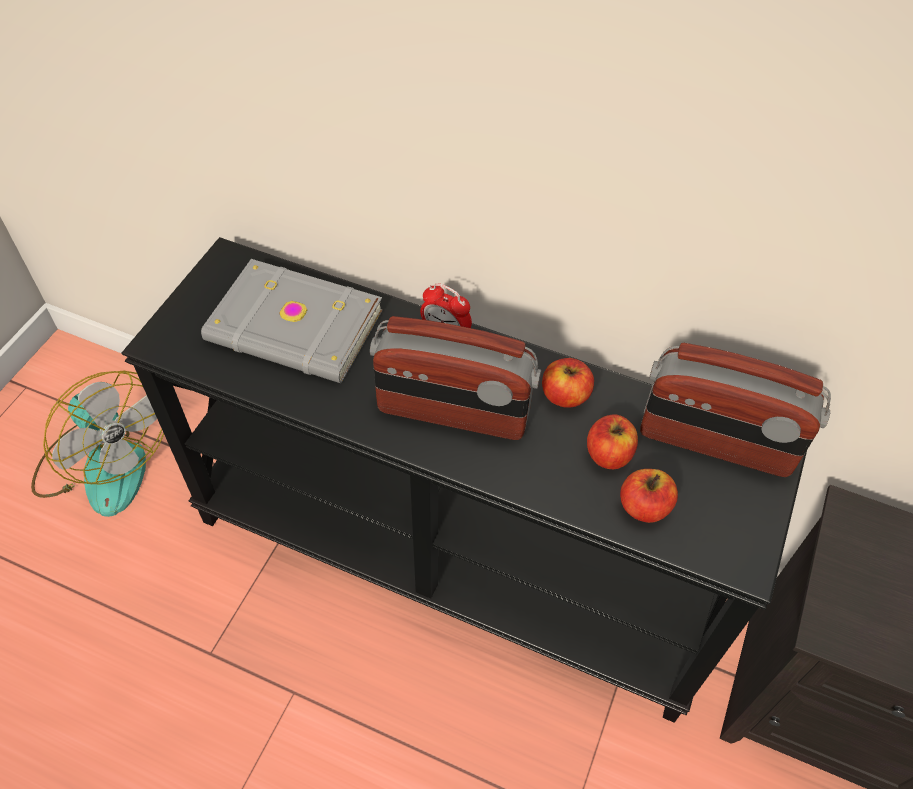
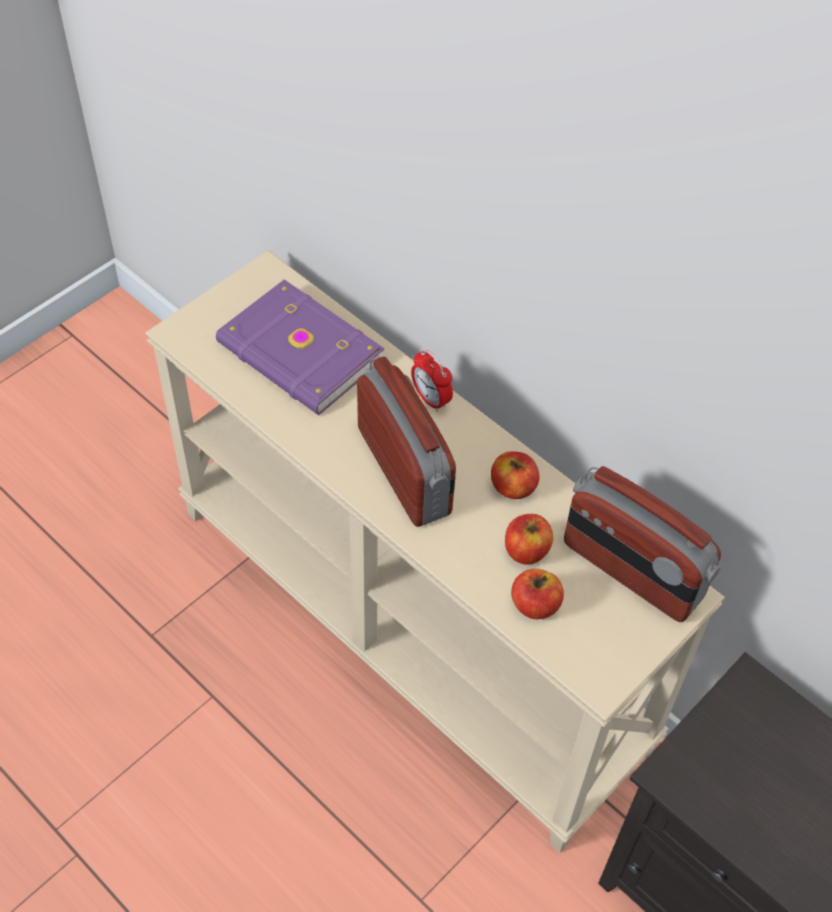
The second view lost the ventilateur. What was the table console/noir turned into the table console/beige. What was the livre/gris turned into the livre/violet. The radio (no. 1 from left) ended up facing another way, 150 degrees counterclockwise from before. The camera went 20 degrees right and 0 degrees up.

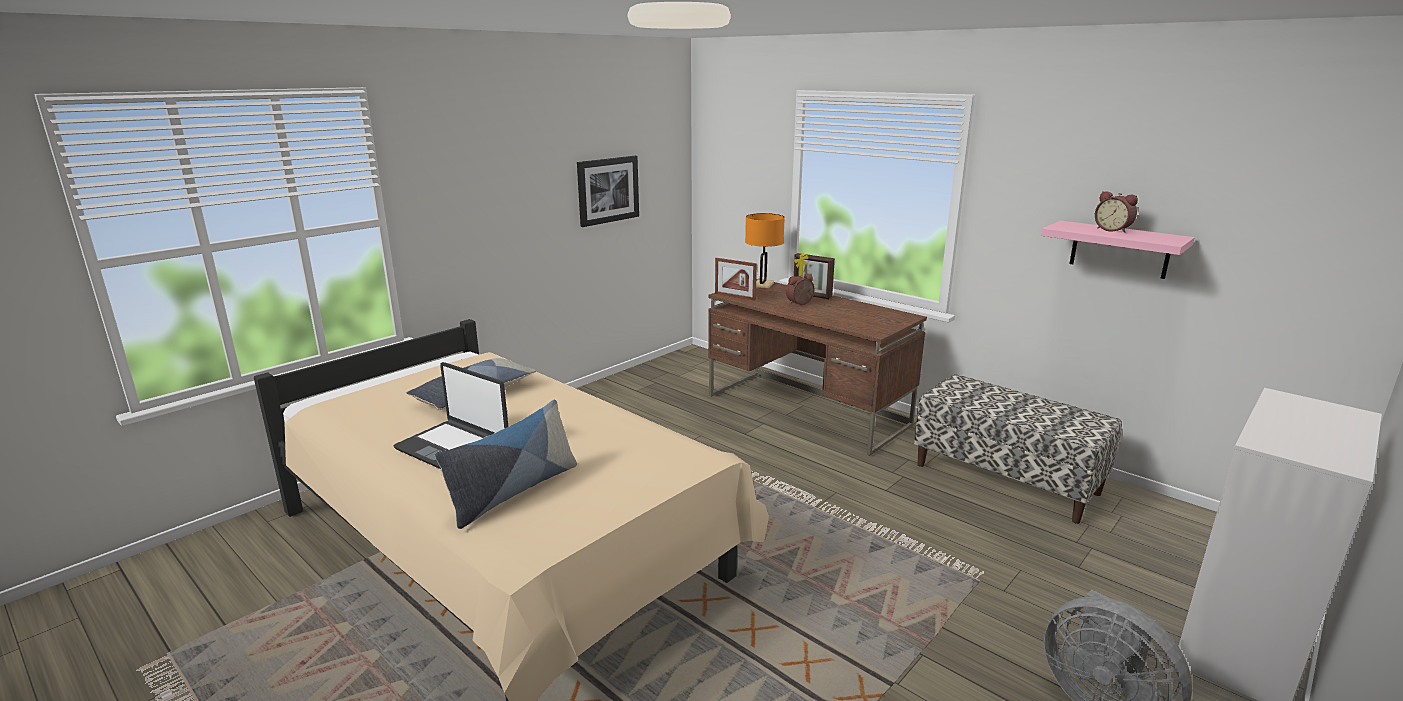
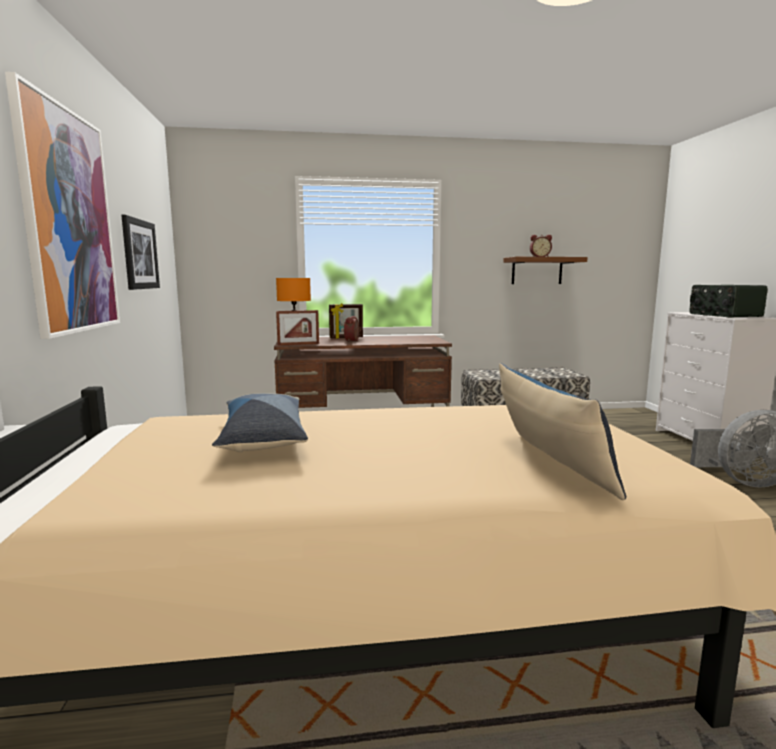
The second view lost the ordinateur portable. What was the étagère/rose turned into the étagère/marron. The second view gained the tableau (no. 1 from left). The second view gained the radio. The camera went 50 degrees left and 10 degrees down.

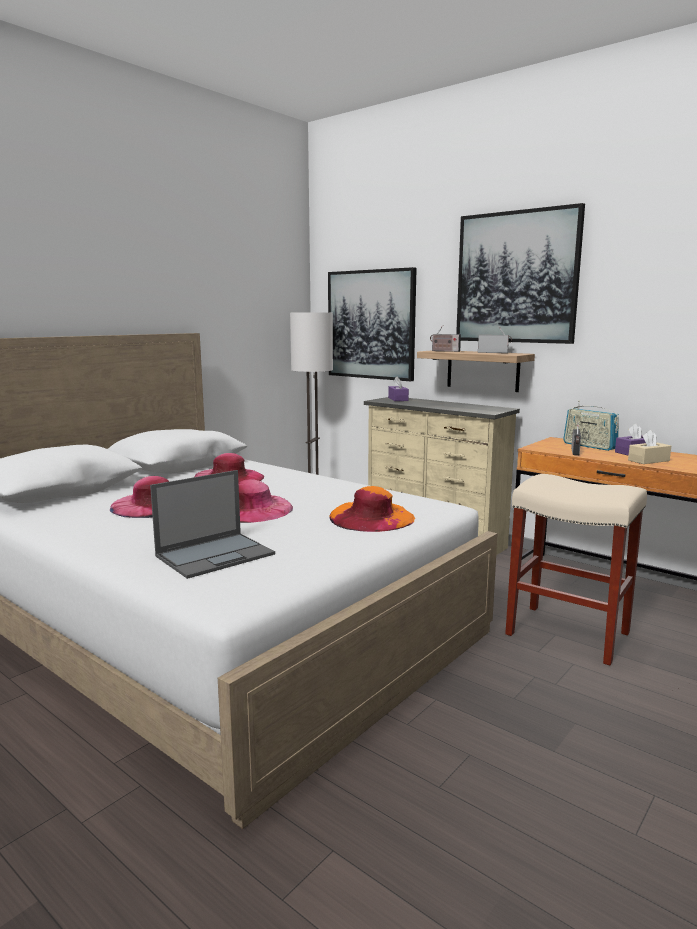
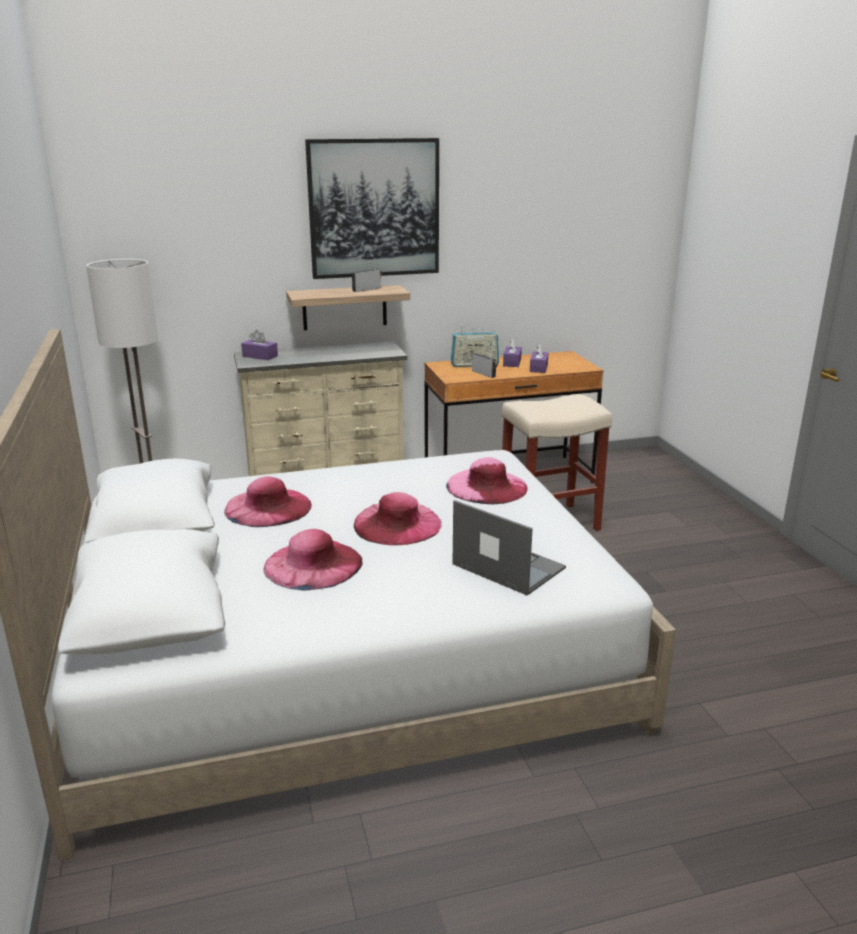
The ordinateur portable ended up facing another way, 45 degrees counterclockwise from before. The second view lost the tableau (no. 1 from left). What was the chapeau/orange turned into the chapeau/rose (no. 4 from left). The second view lost the radio (no. 1 from left). What was the boîte à mouchoirs/beige turned into the boîte à mouchoirs/violet (no. 3 from left). The camera went 55 degrees left and 10 degrees up.

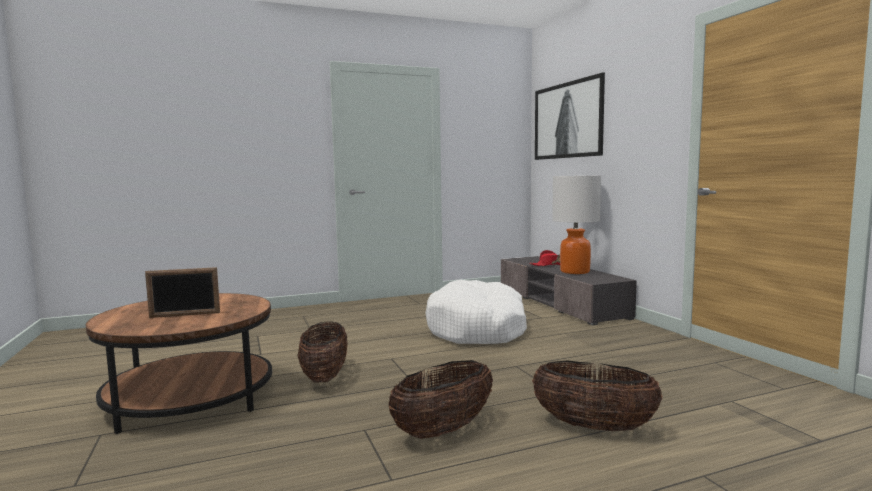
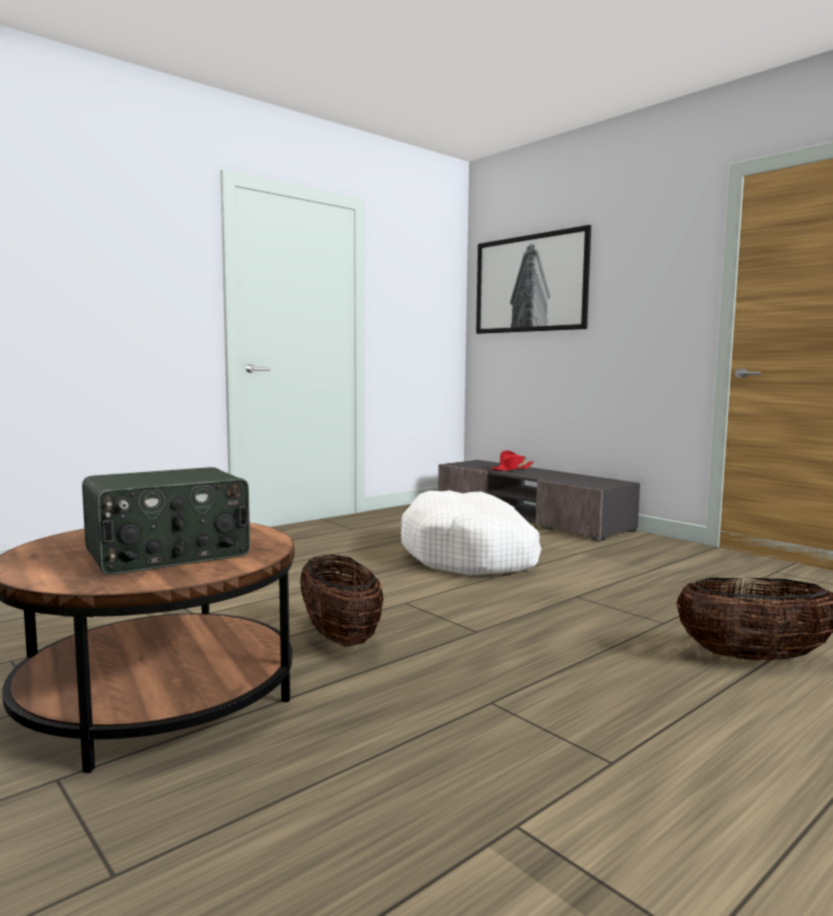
Where the cadre photo stood, the radio came to stand. The second view lost the panier (no. 2 from left). The second view lost the lampe de table. The camera went 20 degrees left and 0 degrees up.

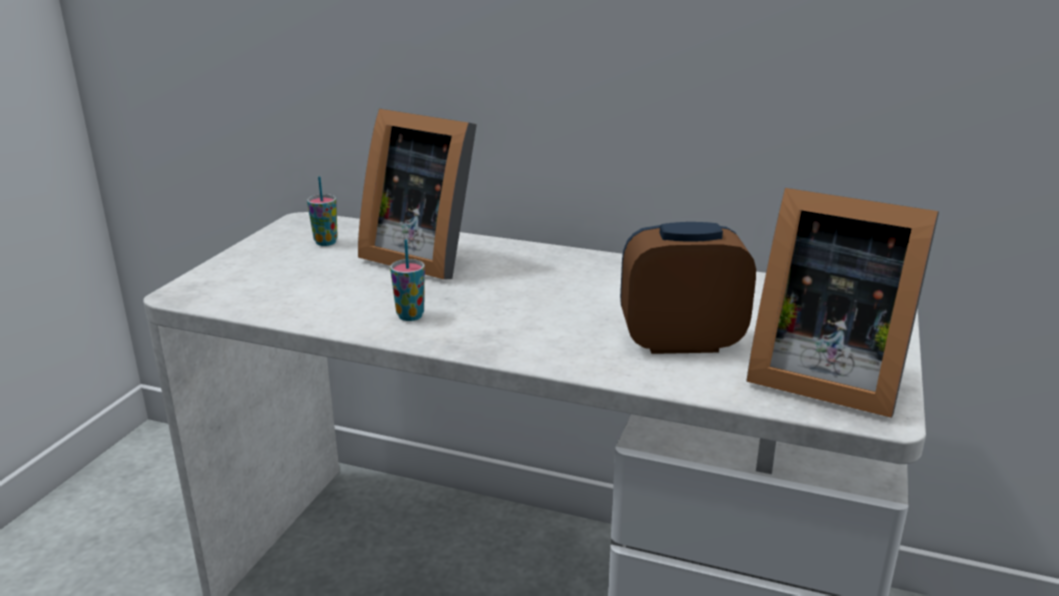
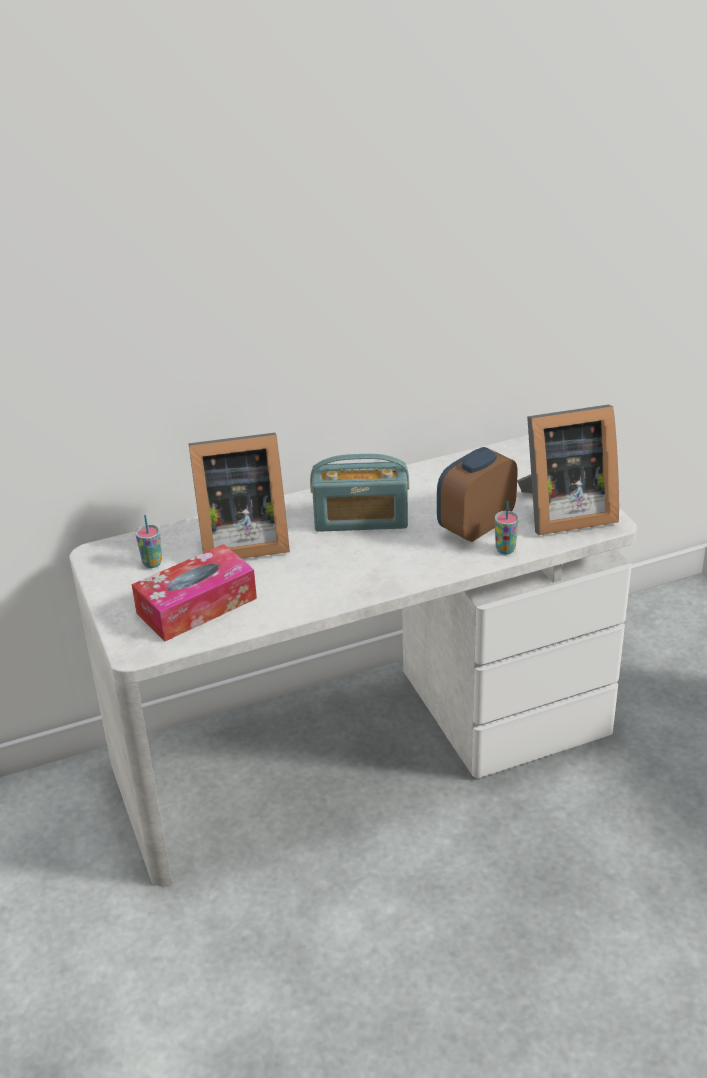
The tasse (no. 2 from left) ended up elsewhere. The second view gained the boîte à mouchoirs. The second view gained the radio. The camera went 40 degrees left and 10 degrees up.

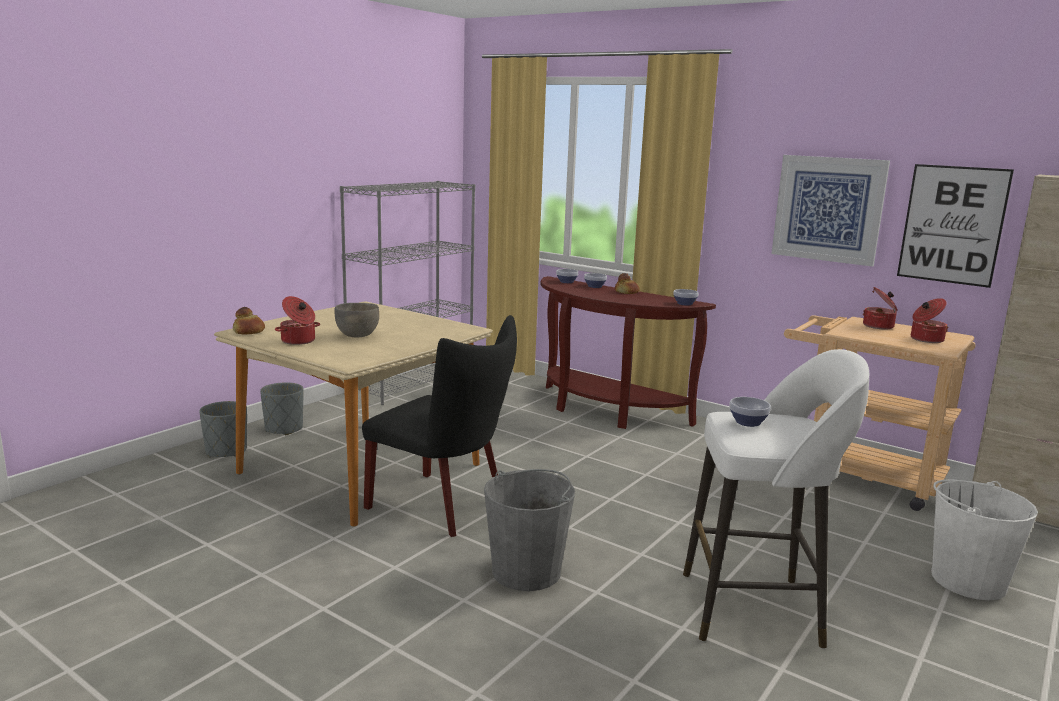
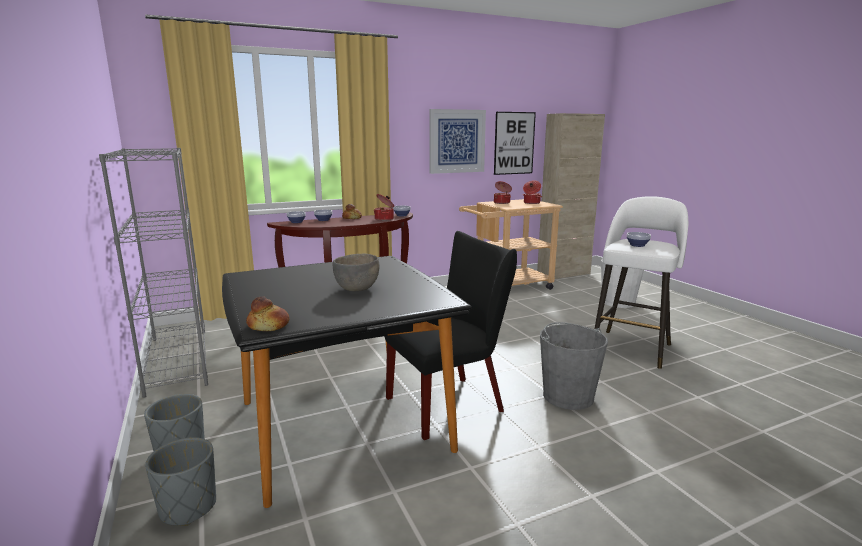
What was the table à manger/beige turned into the table à manger/noir. The marmite (no. 1 from left) ended up elsewhere. The camera went 60 degrees left and 0 degrees up.

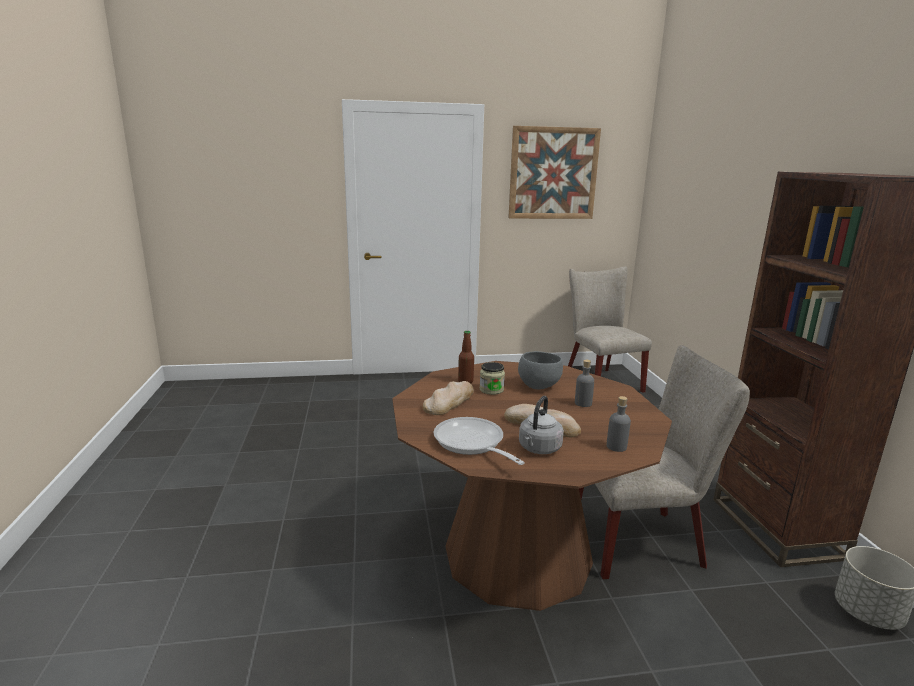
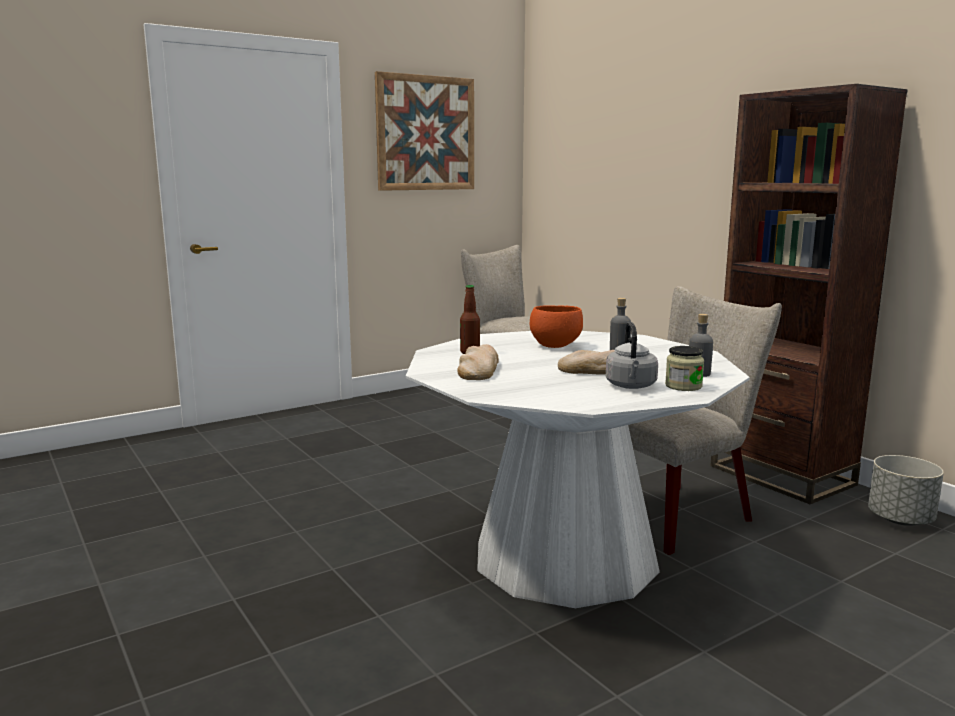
What was the table à manger/marron turned into the table à manger/blanc. The second view lost the poêle. The bocal ended up elsewhere. What was the bol/gris turned into the bol/orange. The camera went 25 degrees left and 5 degrees down.

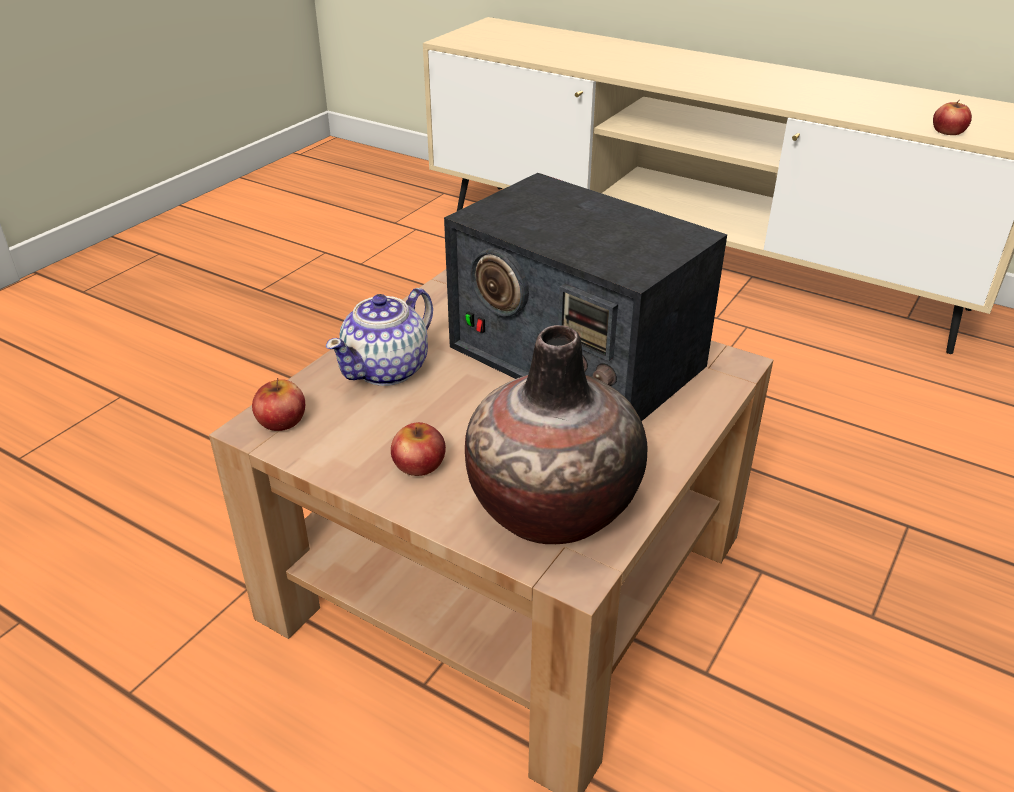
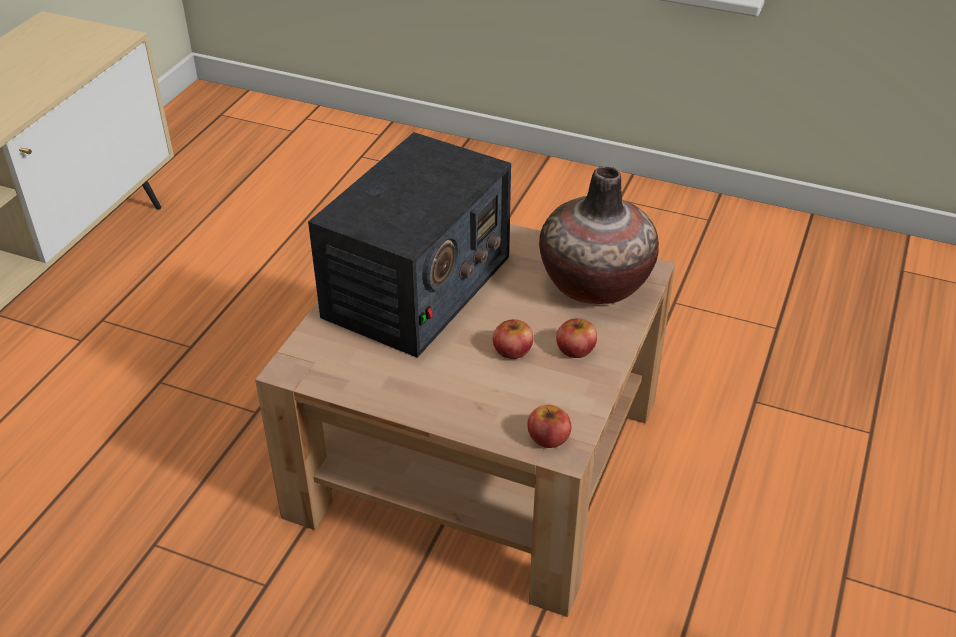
The second view lost the théière. The pomme (no. 3 from left in the first image) ended up elsewhere. The camera went 100 degrees left and 5 degrees up.

